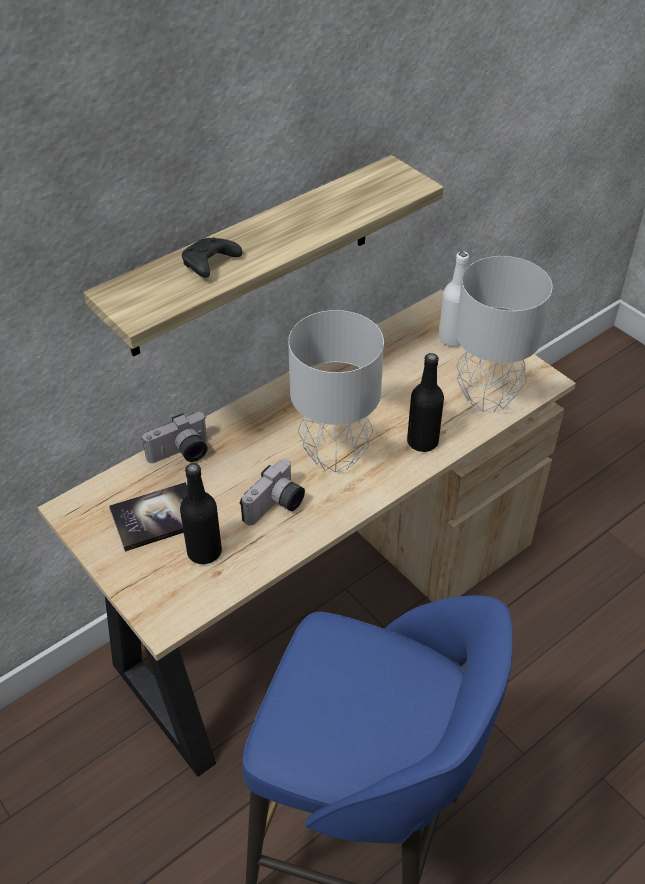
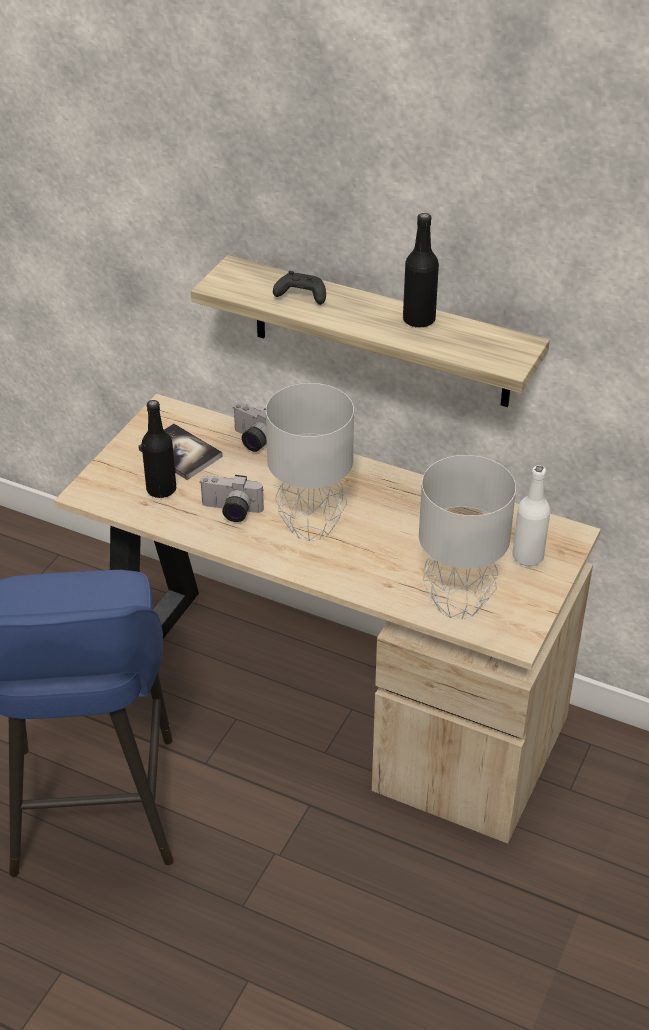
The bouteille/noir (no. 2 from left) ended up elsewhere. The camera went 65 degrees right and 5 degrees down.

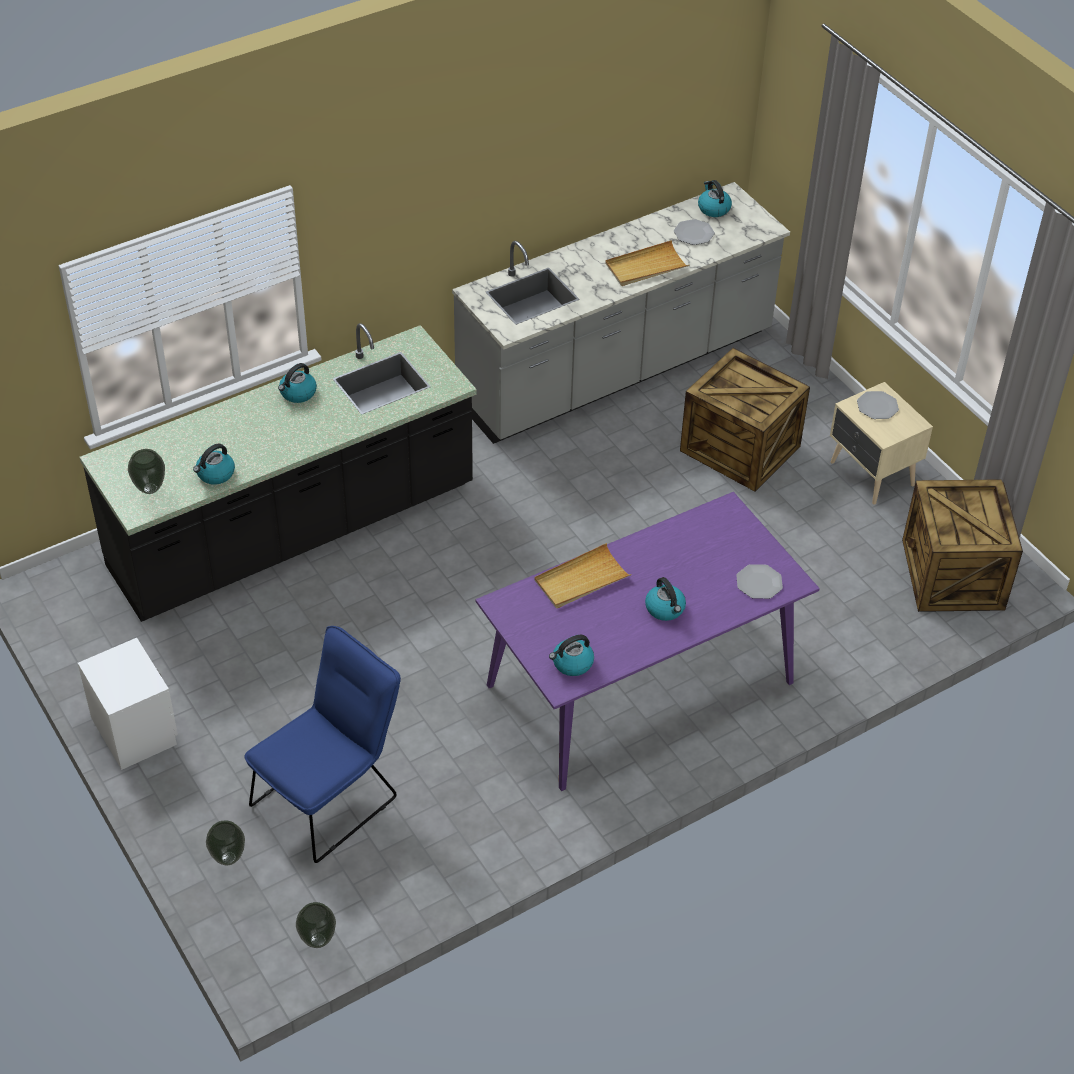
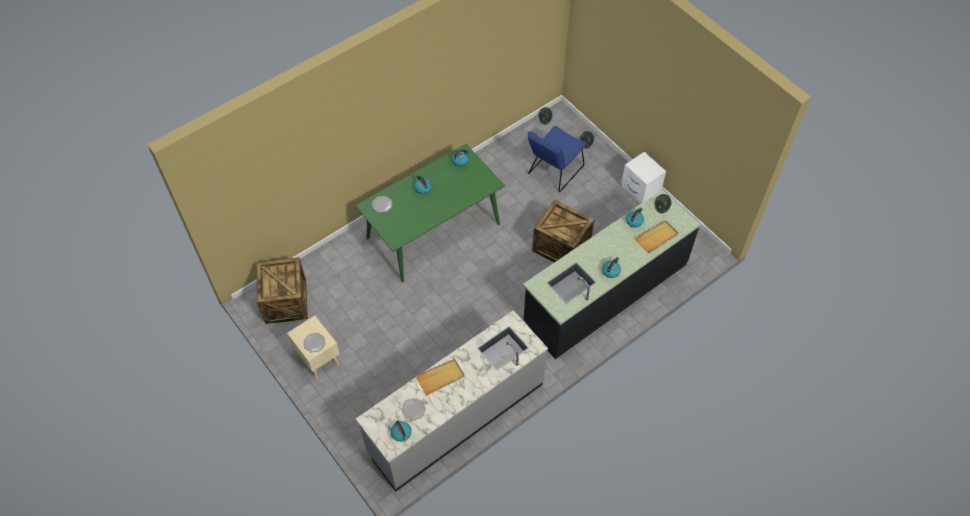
What was the table à manger/violet turned into the table à manger/vert. The plateau/beige (no. 1 from left in the first image) ended up elsewhere. The caisse (no. 1 from left in the first image) ended up elsewhere. The camera went 175 degrees right and 10 degrees up.

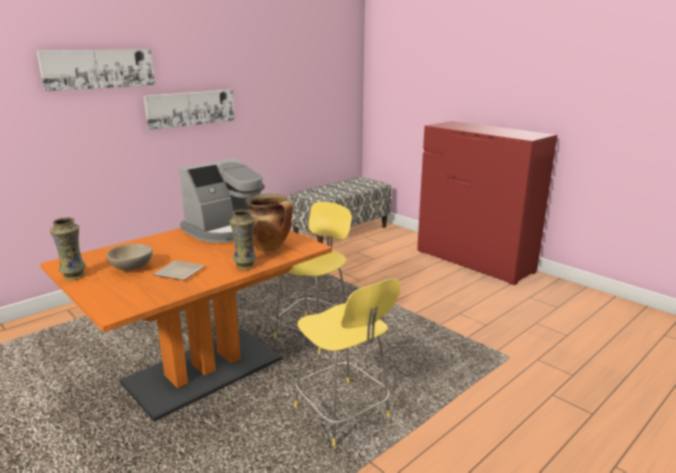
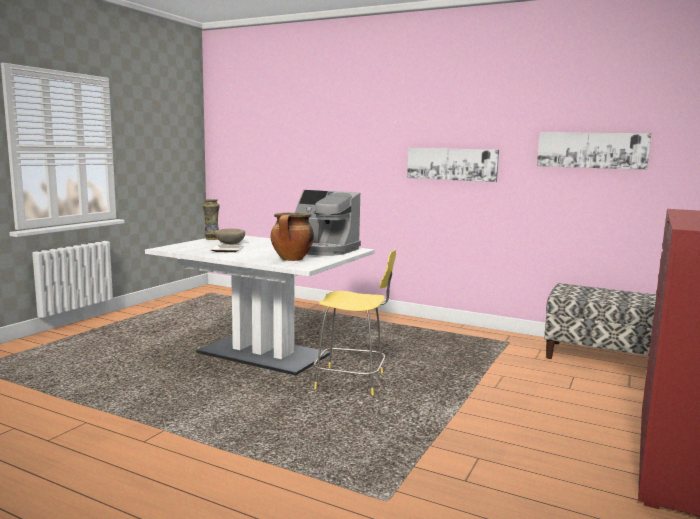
The tableau (no. 1 from left in the first image) ended up elsewhere. What was the table à manger/orange turned into the table à manger/blanc. The second view lost the vase (no. 2 from left). The second view lost the tabouret/jaune (no. 2 from left). The camera went 70 degrees right and 10 degrees down.

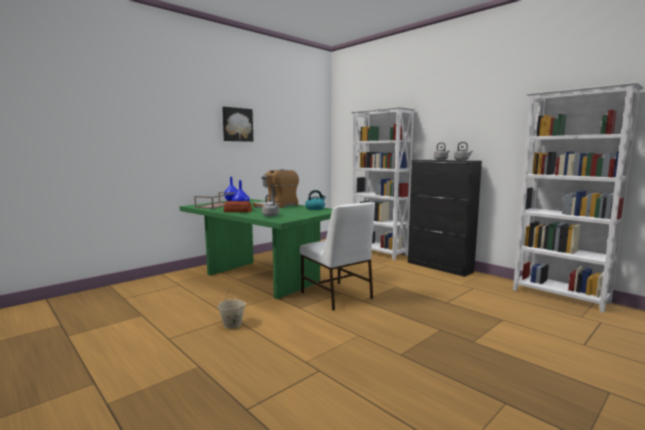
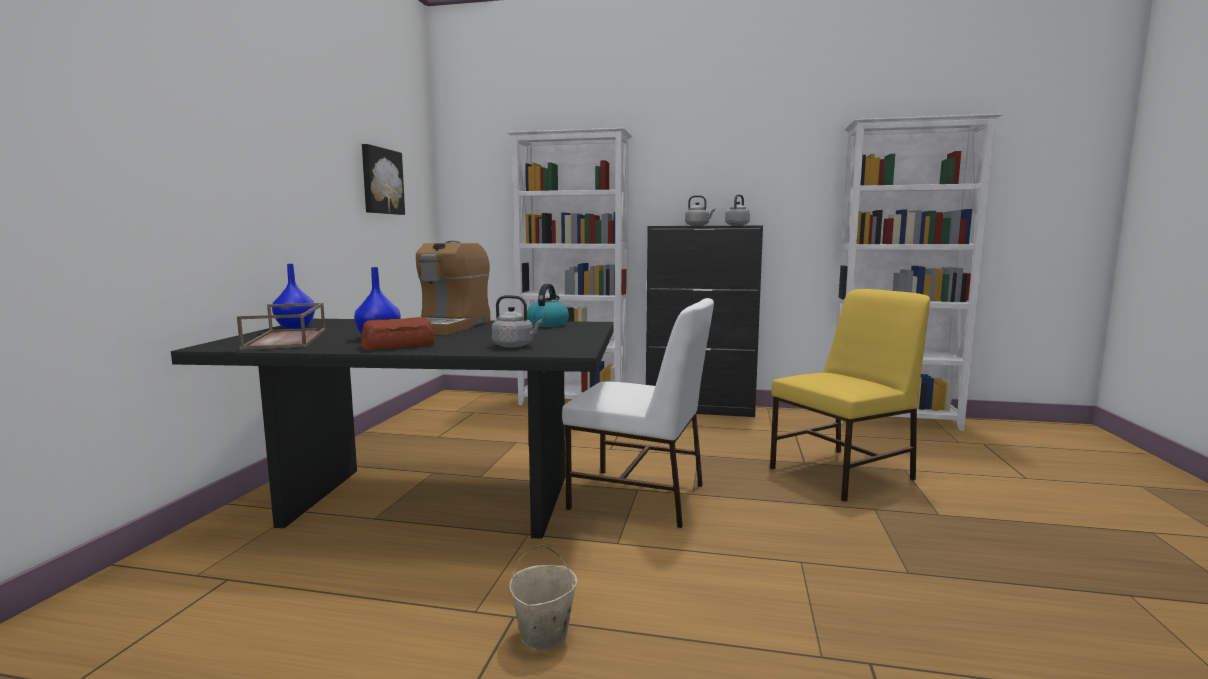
What was the table à manger/vert turned into the table à manger/noir. The tableau ended up elsewhere. The second view gained the chaise/jaune. The camera went 35 degrees left and 0 degrees up.

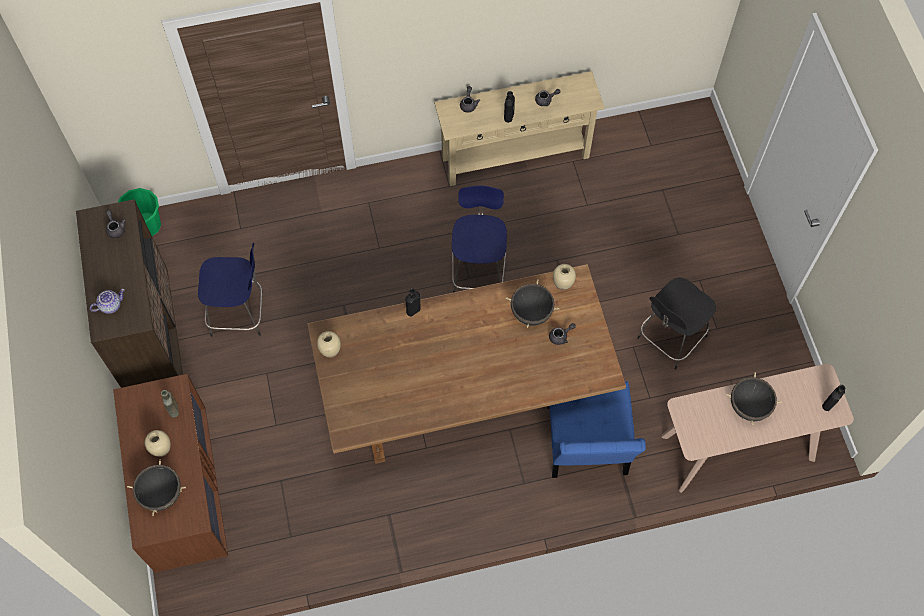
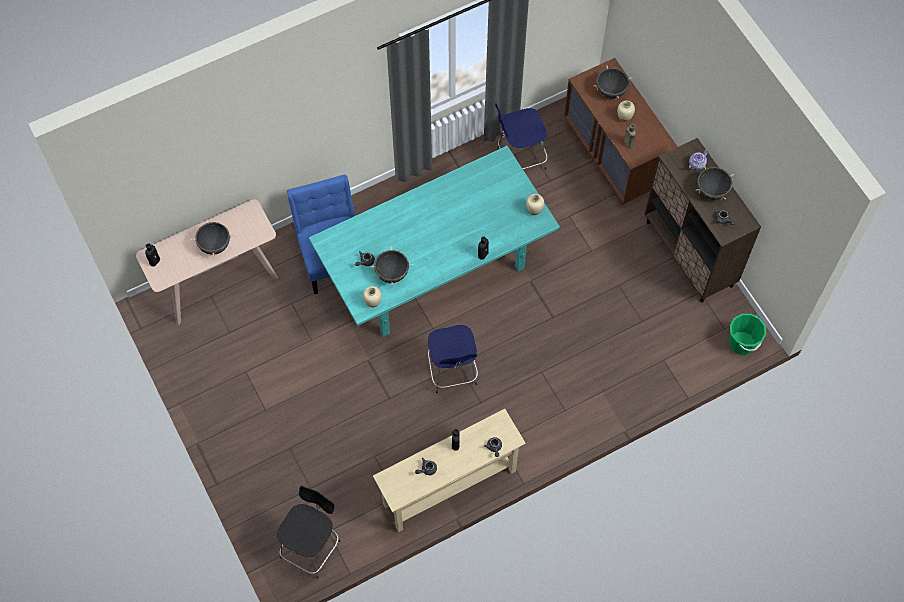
The tabouret/bleu (no. 1 from left in the first image) ended up elsewhere. What was the table à manger/marron turned into the table à manger/turquoise. The tabouret/noir ended up elsewhere. The second view gained the marmite/noir (no. 4 from left). The camera went 165 degrees right and 0 degrees up.

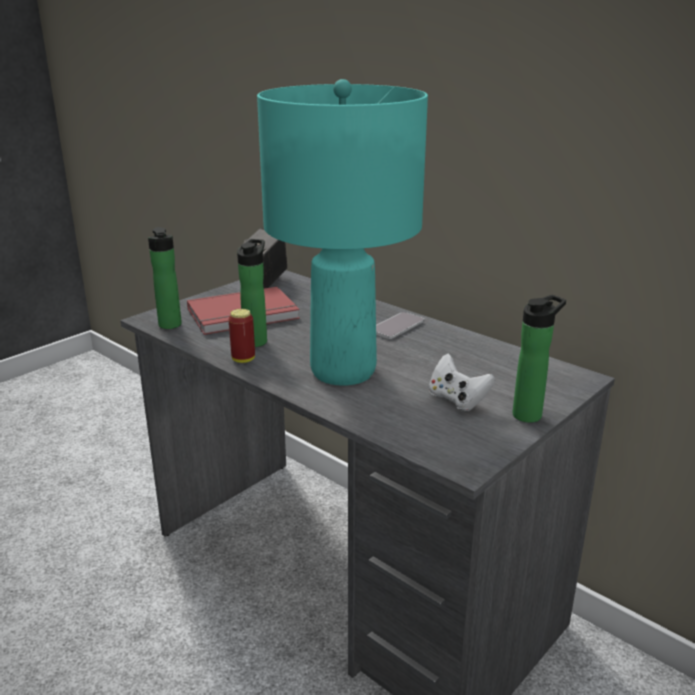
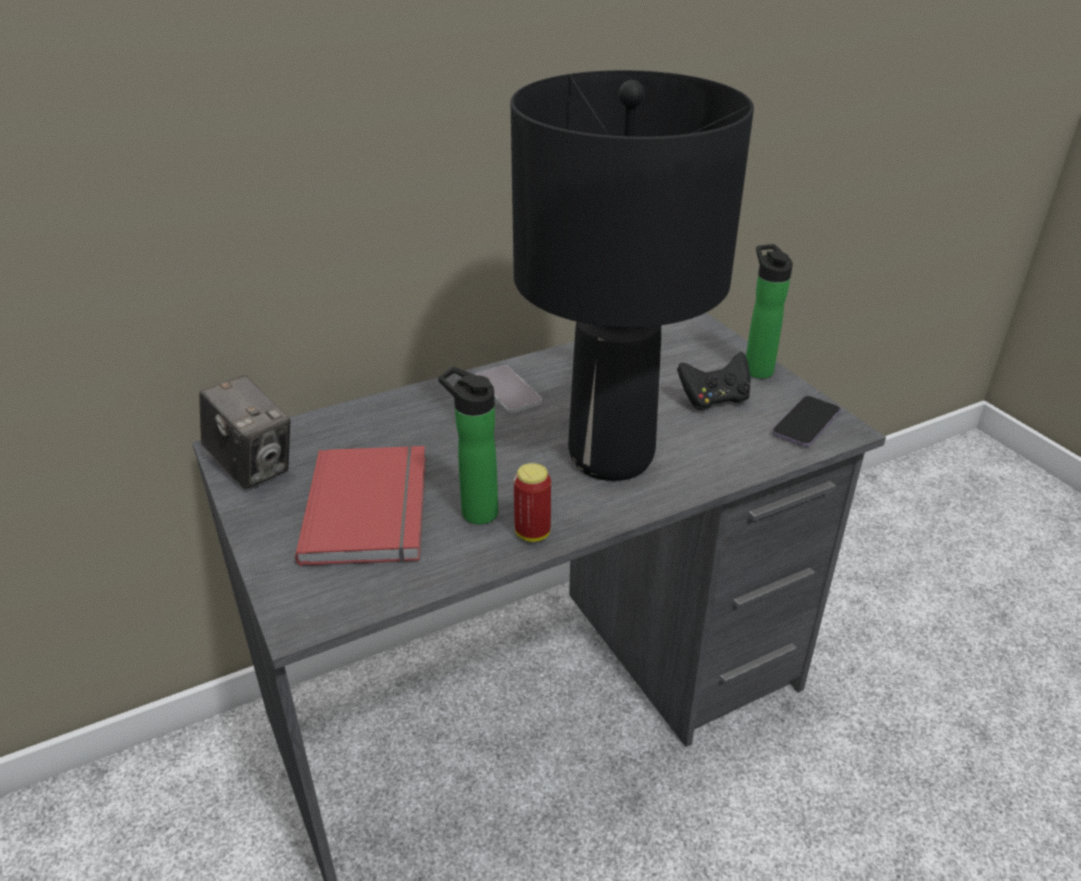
The second view lost the bouteille (no. 1 from left). What was the lampe de table/turquoise turned into the lampe de table/noir. What was the manette/blanc turned into the manette/noir. The second view gained the téléphone (no. 2 from left). The camera went 70 degrees left and 10 degrees up.

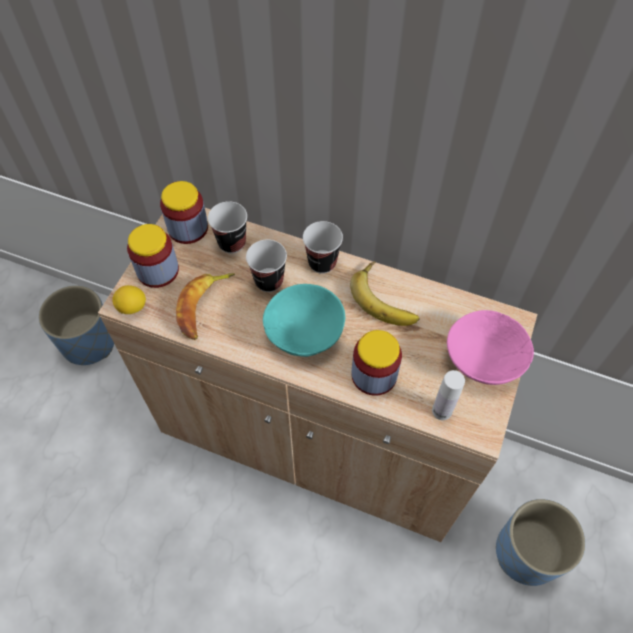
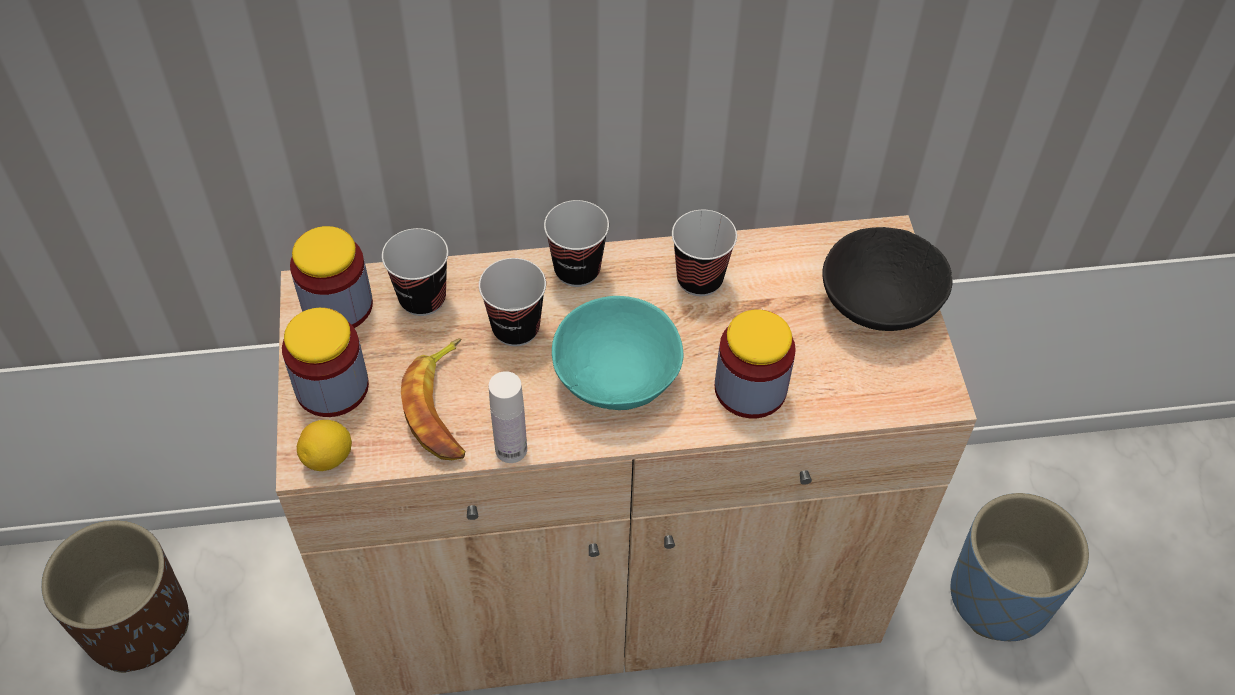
What was the cache-pot/bleu (no. 1 from left) turned into the cache-pot/marron. Where the banane (no. 2 from left) stood, the tasse (no. 4 from left) came to stand. The bouteille/blanc ended up elsewhere. What was the bol/rose turned into the bol/noir. The camera went 30 degrees left and 5 degrees down.

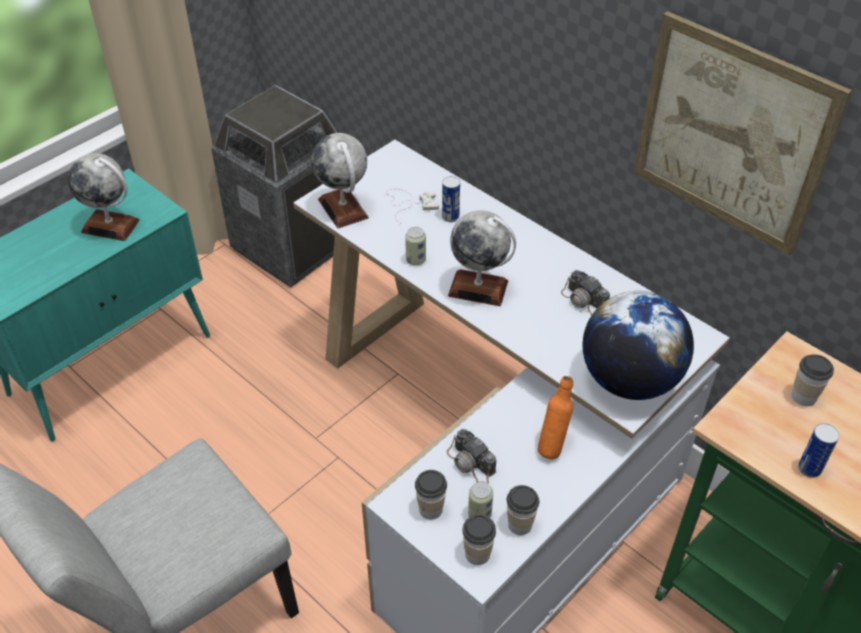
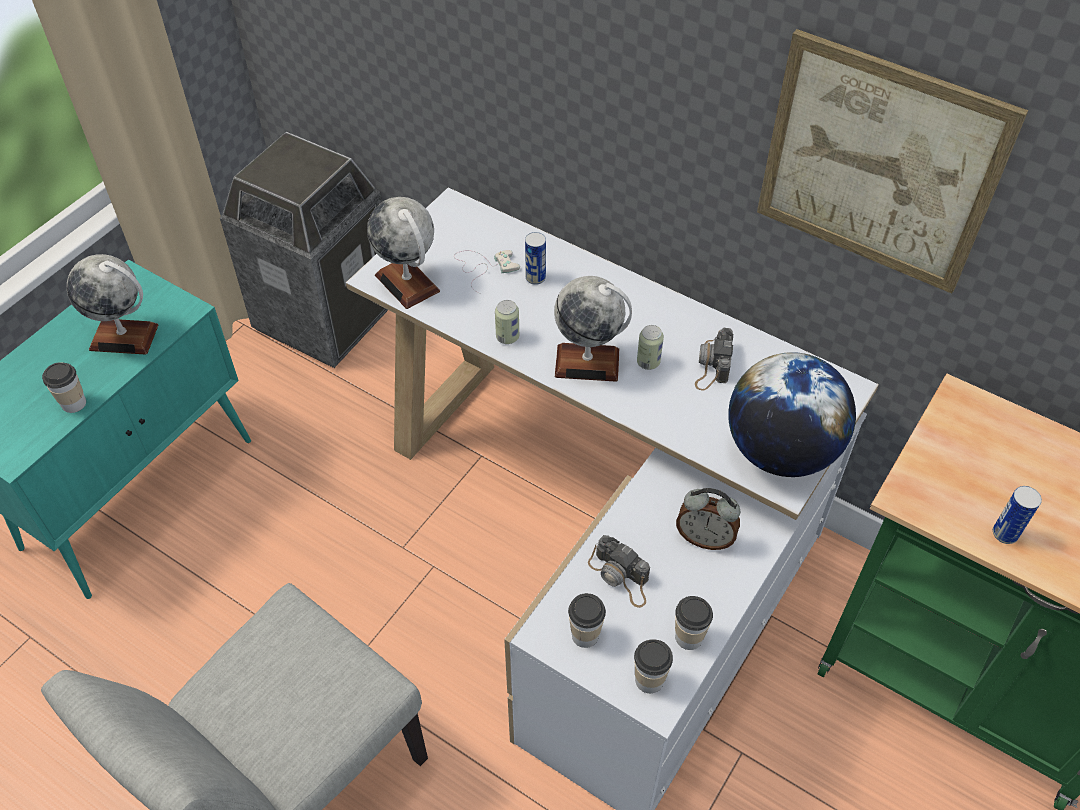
The boîte métallique (no. 3 from left) ended up elsewhere. Where the bouteille/orange stood, the réveil came to stand. The appareil photo (no. 2 from left) ended up facing another way, 60 degrees clockwise from before. The tasse (no. 4 from left in the first image) ended up elsewhere. The camera went 10 degrees left and 5 degrees up.

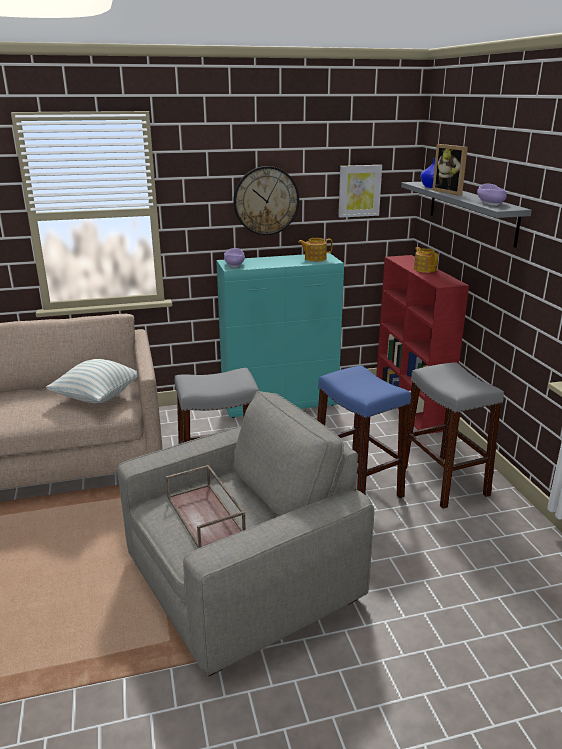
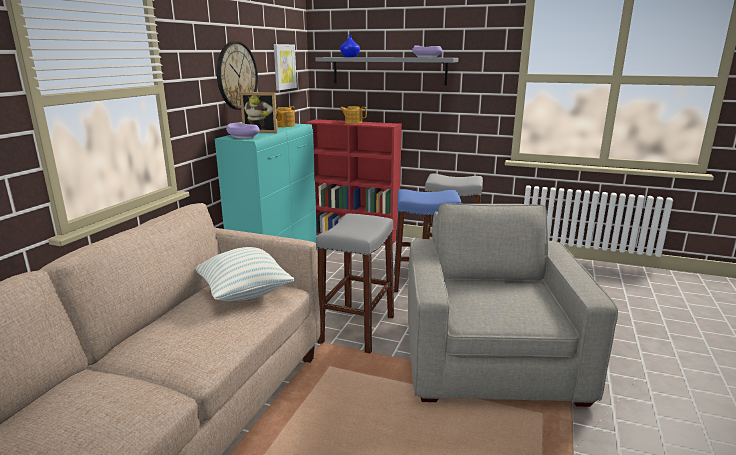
The second view lost the plateau/marron. The cadre photo ended up elsewhere. The camera went 55 degrees left and 5 degrees down.

